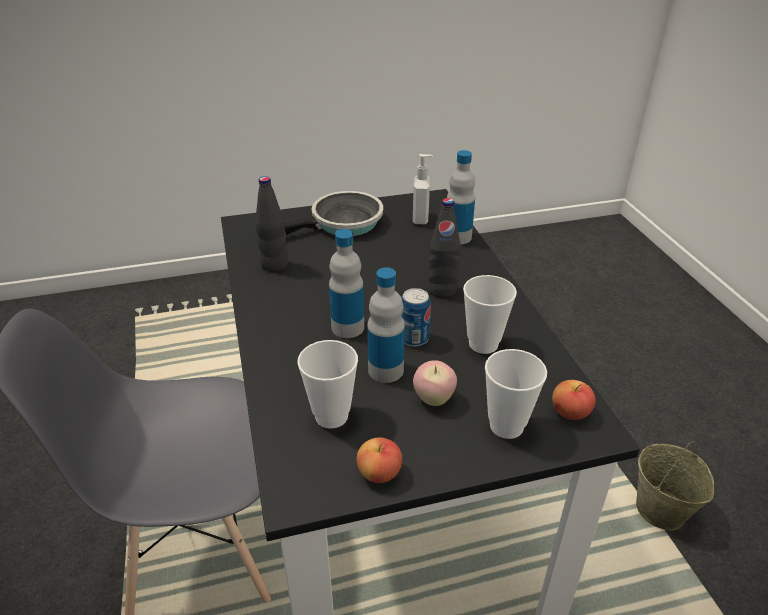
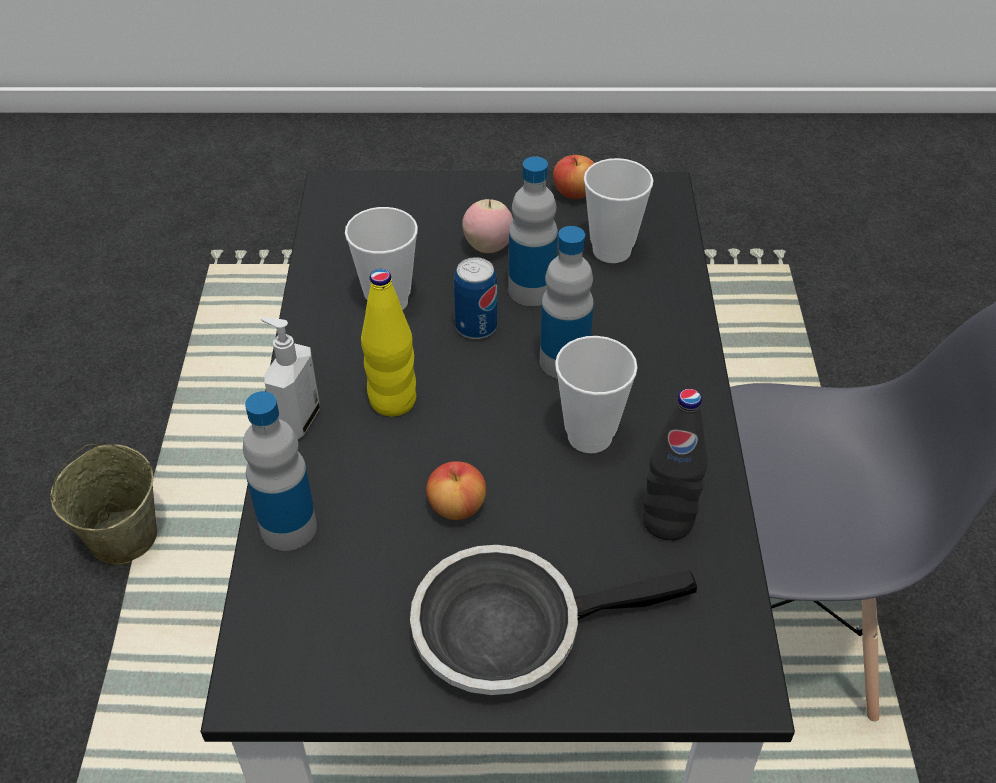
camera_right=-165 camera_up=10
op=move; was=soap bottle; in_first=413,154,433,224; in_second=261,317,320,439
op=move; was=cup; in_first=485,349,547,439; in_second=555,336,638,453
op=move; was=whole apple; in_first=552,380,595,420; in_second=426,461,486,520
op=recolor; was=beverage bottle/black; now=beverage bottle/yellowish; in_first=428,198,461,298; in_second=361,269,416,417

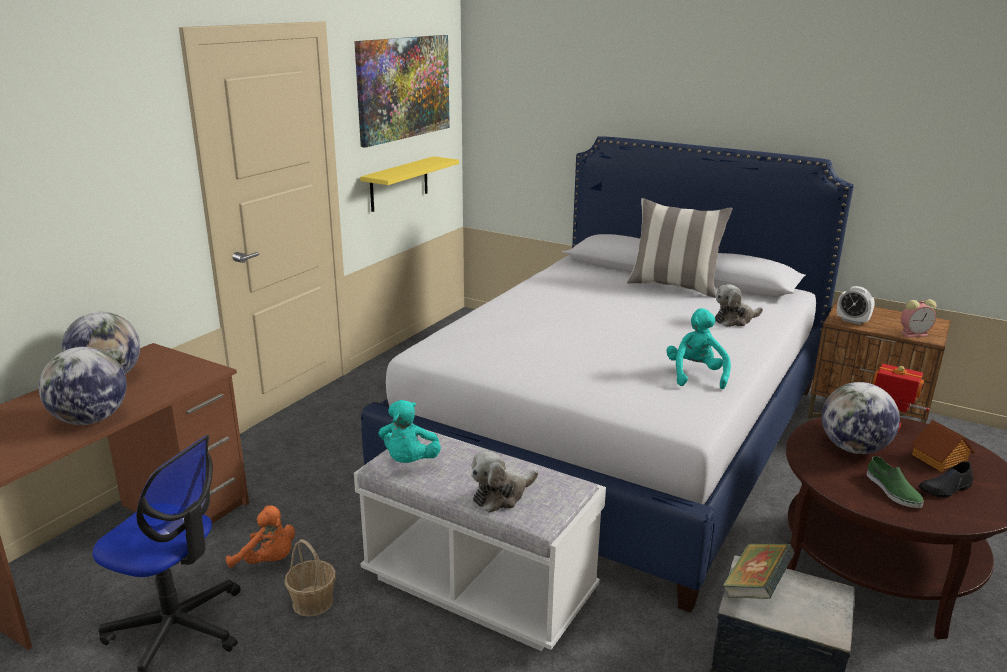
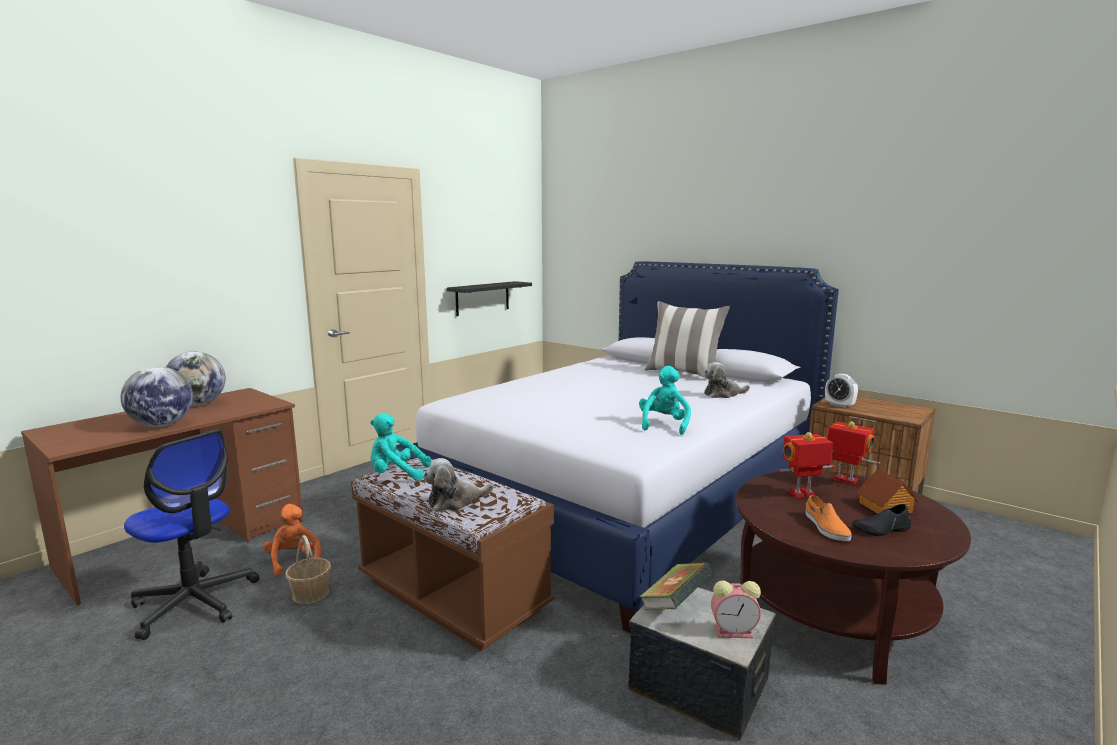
camera_right=10 camera_up=-10
op=delete; was=wall art; in_first=354,35,450,148
op=move; was=bedside clock; in_first=900,299,937,337; in_second=711,580,761,638
op=replace; was=globe; now=robot figure; in_first=822,382,900,454; in_second=776,432,835,498
op=recolor; was=bench/white; now=bench/brown; in_first=354,430,606,651; in_second=351,458,554,651
op=recolor; was=bracket shelf/yellowish; now=bracket shelf/black; in_first=360,156,459,212; in_second=447,281,532,316
op=recolor; was=shoe/green-coloured; now=shoe/orange-coloured; in_first=867,456,924,508; in_second=805,495,852,541
op=rotate; was=soft toy/orange-coloured; in_first=226,506,295,568; in_second=263,504,321,576; clockwise=-150
op=rotate; was=soft toy/turquoise-coloured; in_first=378,400,441,463; in_second=370,413,431,481; clockwise=75

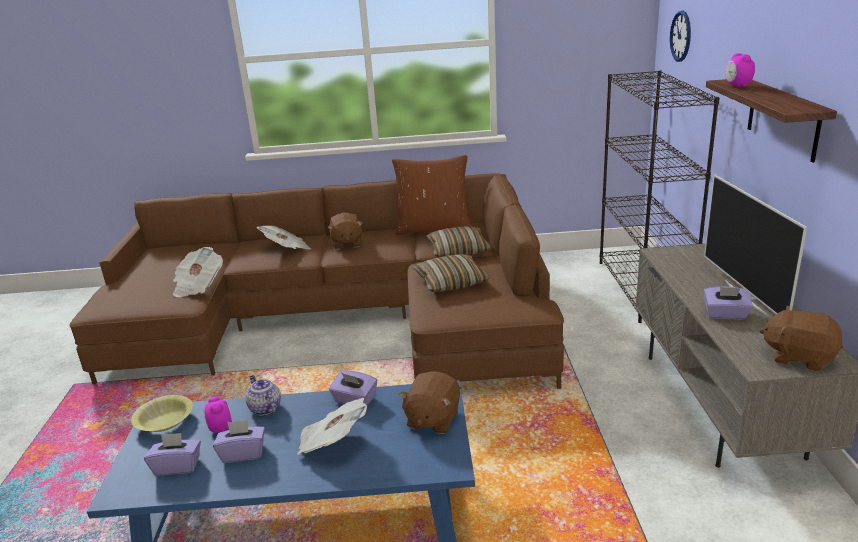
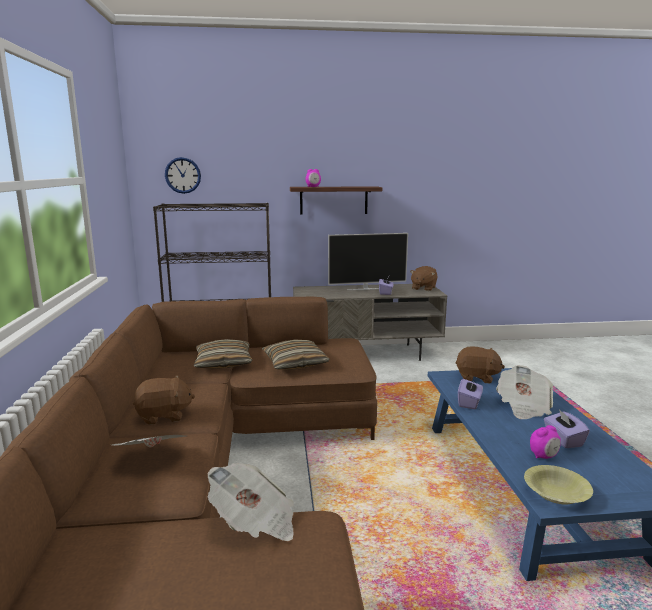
camera_right=-95 camera_up=-10
op=delete; was=tissue box/purple-coloured; in_first=144,433,201,476
op=delete; was=pot for tea; in_first=245,375,281,415
op=delete; was=throw pillow/brown; in_first=392,155,472,235

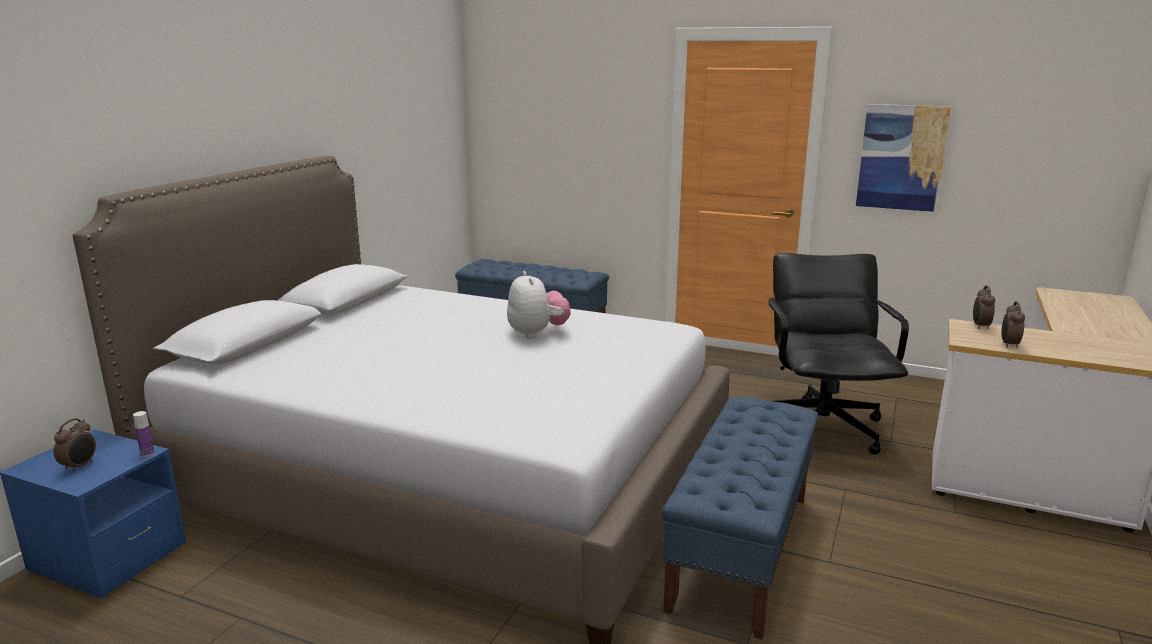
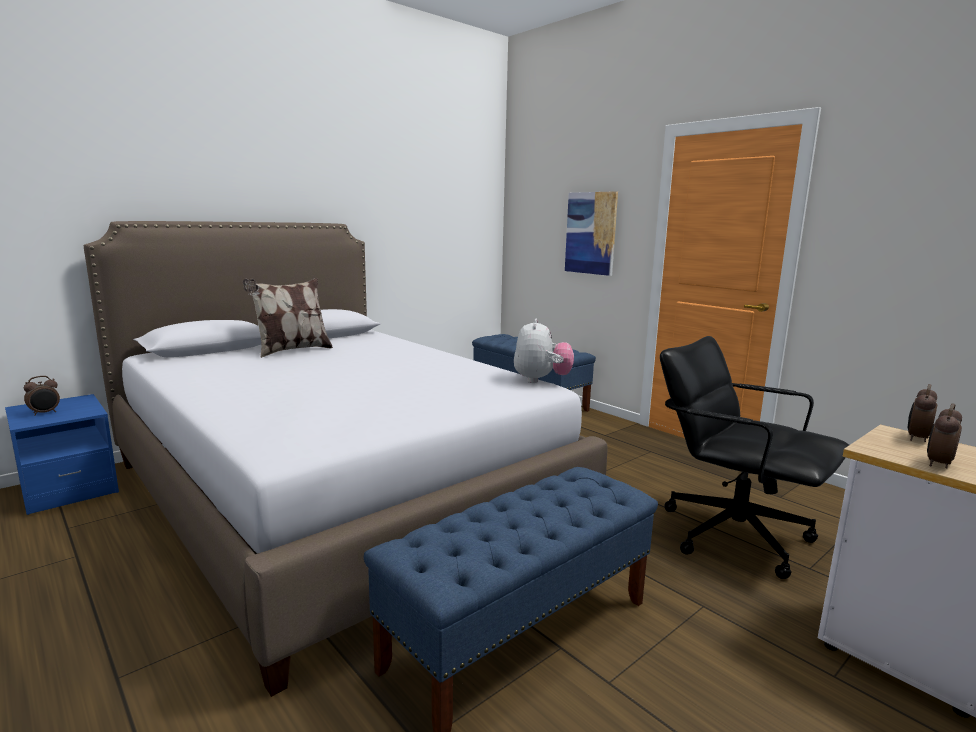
camera_right=25 camera_up=-5
op=delete; was=beverage bottle; in_first=133,411,154,457
op=insert; now=throw pillow; in_second=242,278,333,358
op=move; was=soft toy; in_first=507,271,571,339; in_second=514,319,574,383
op=move; was=wall art; in_first=856,104,951,212; in_second=565,191,618,276
op=rotate; was=office chair/black; in_first=768,253,909,455; in_second=660,336,849,579; clockwise=-75

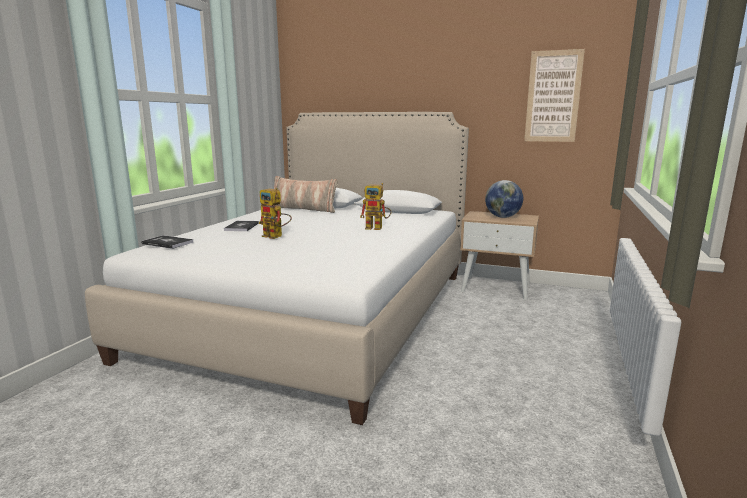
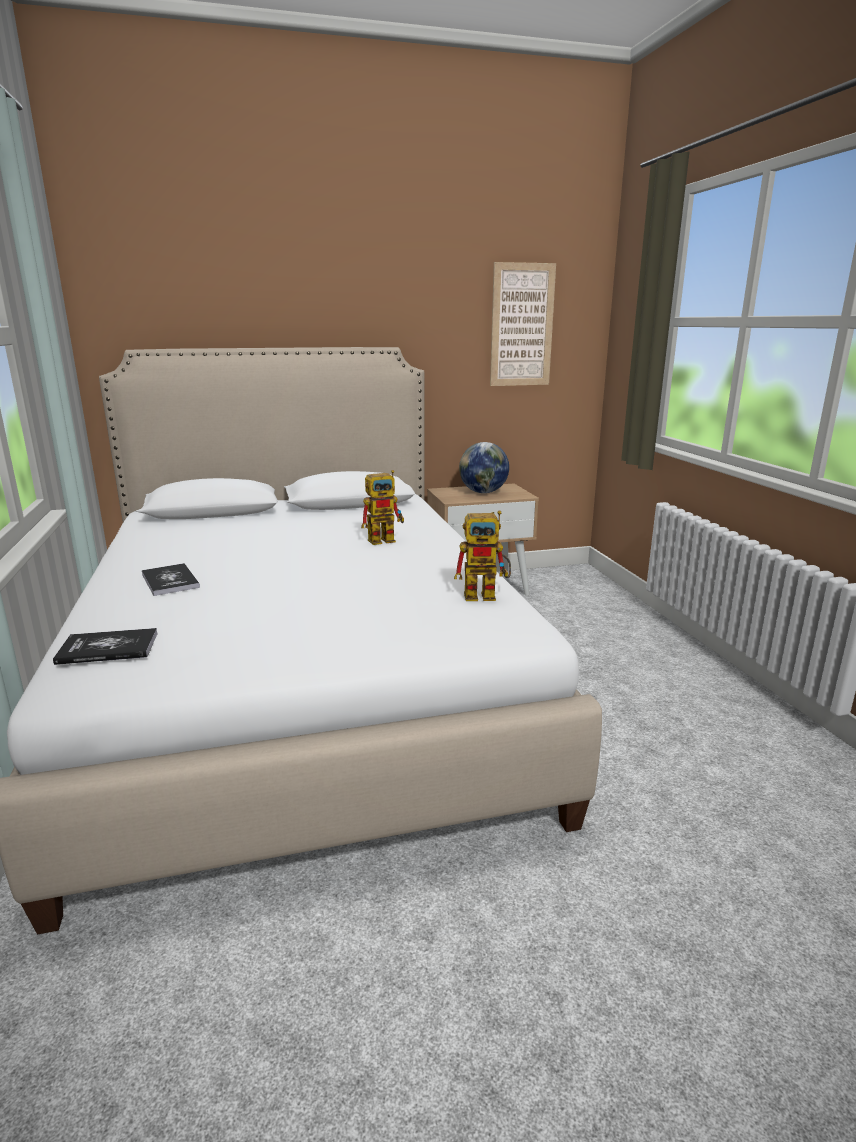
camera_right=-35 camera_up=5
op=delete; was=throw pillow; in_first=274,176,338,213
op=move; was=robot figure; in_first=259,188,292,239; in_second=454,511,511,601

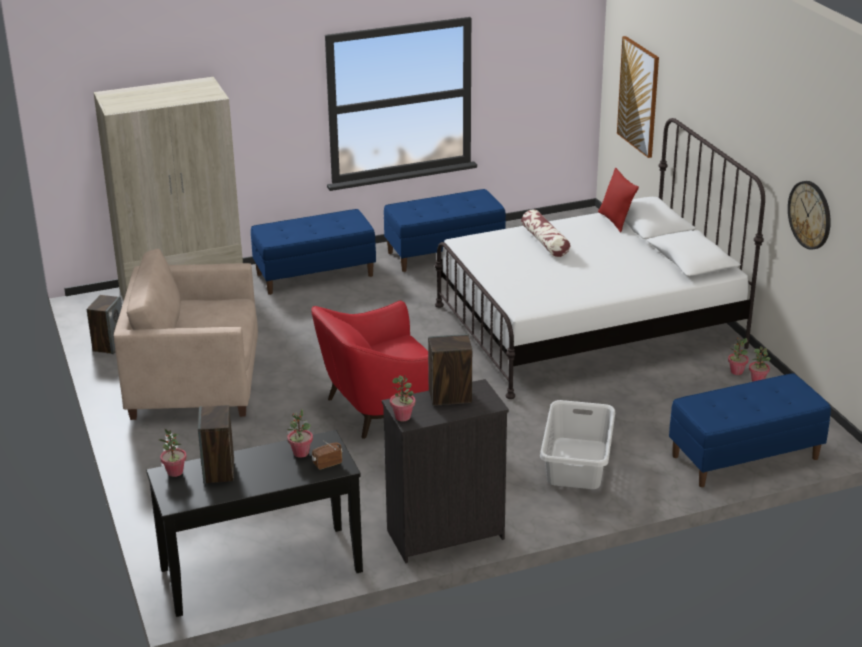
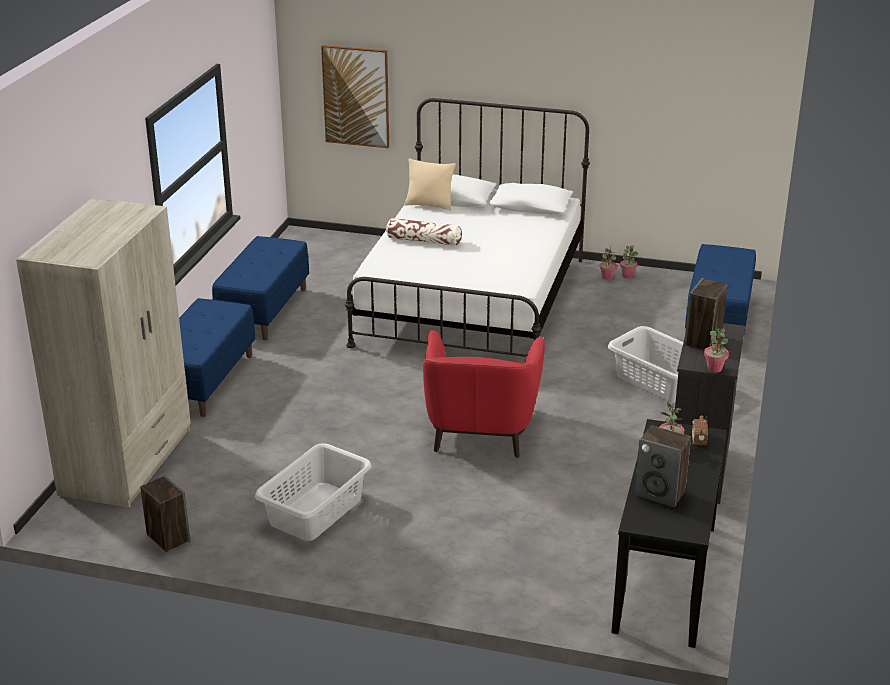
camera_right=-55 camera_up=0
op=delete; was=plant in a pot; in_first=159,429,187,477
op=delete; was=clock on the wall; in_first=788,181,831,250
op=replace; was=lounge chair/sand-coloured; now=laundry basket/gray; in_first=114,249,258,420; in_second=255,443,372,541
op=recolor; was=throw pillow/red; now=throw pillow/sand-coloured; in_first=598,167,639,232; in_second=405,159,456,211

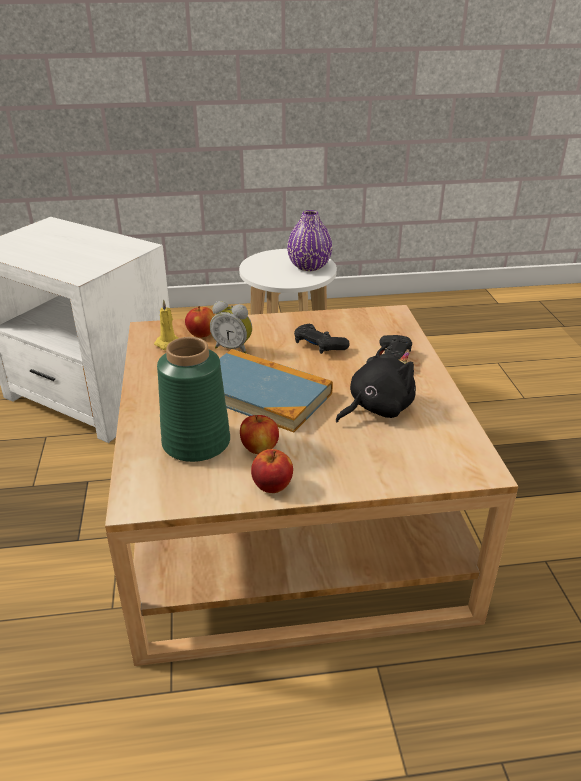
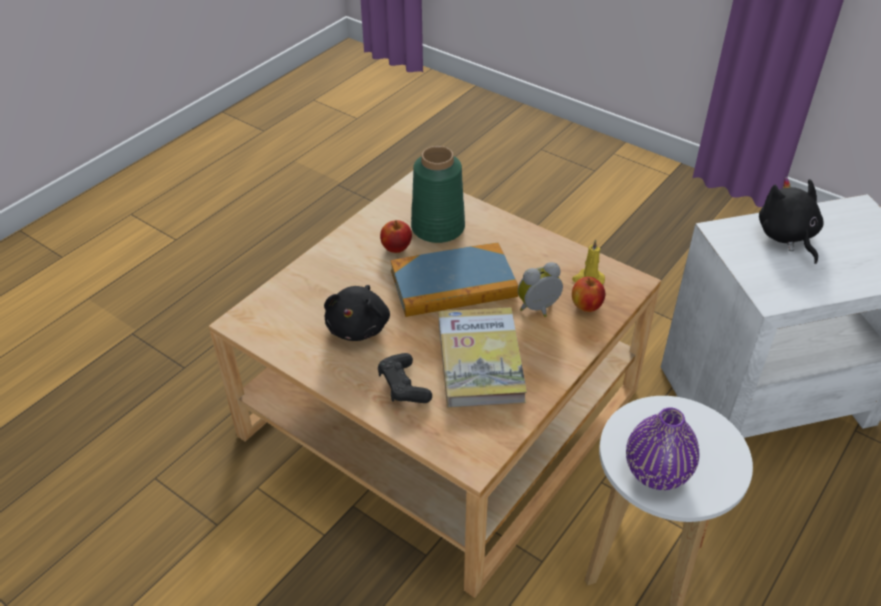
camera_right=135 camera_up=10
op=delete; was=whole apple; in_first=251,449,293,493
op=insert; now=soft toy/black; in_second=759,177,824,264
op=replace; was=gamepad/black; now=volume; in_first=294,324,350,354; in_second=439,307,527,408

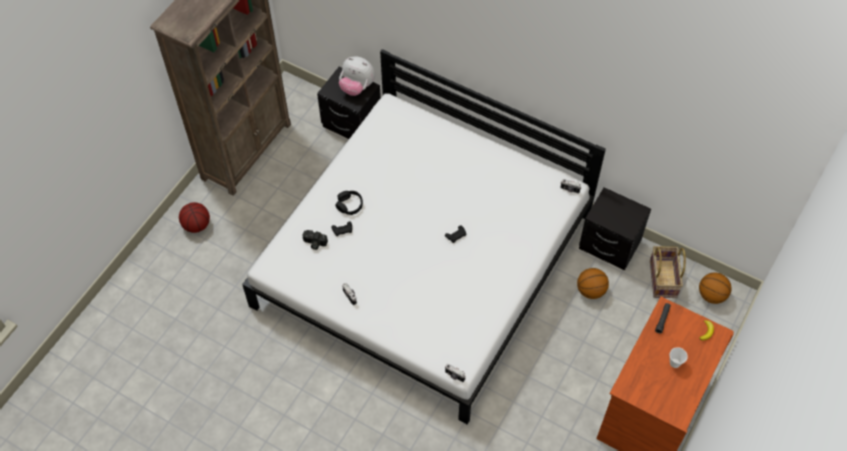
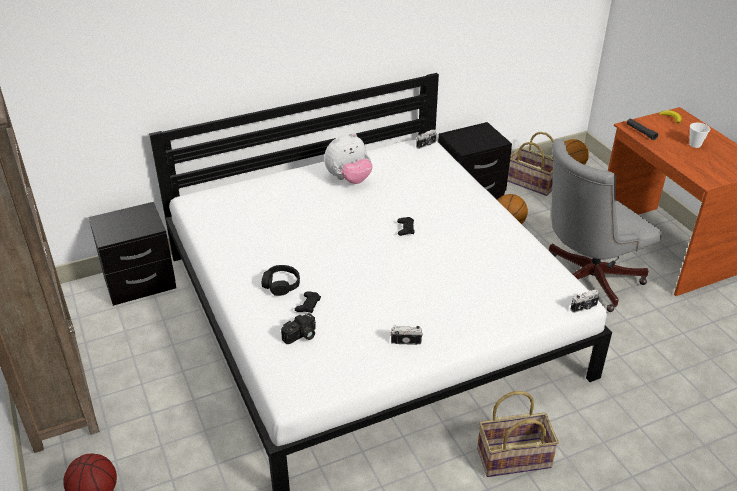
camera_right=-55 camera_up=-20
op=insert; now=basket; in_second=477,391,559,477
op=insert; now=office chair/gray; in_second=549,139,662,312
op=move; was=soft toy; in_first=339,56,375,96; in_second=324,133,372,184

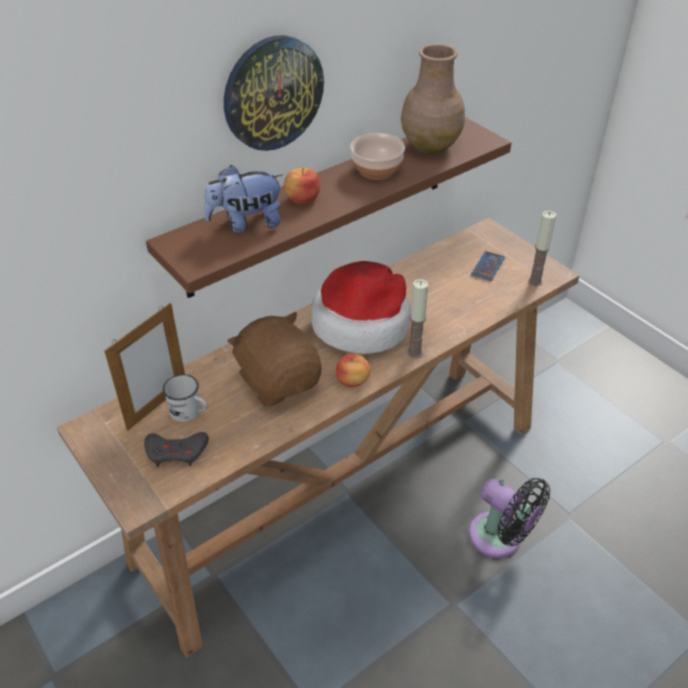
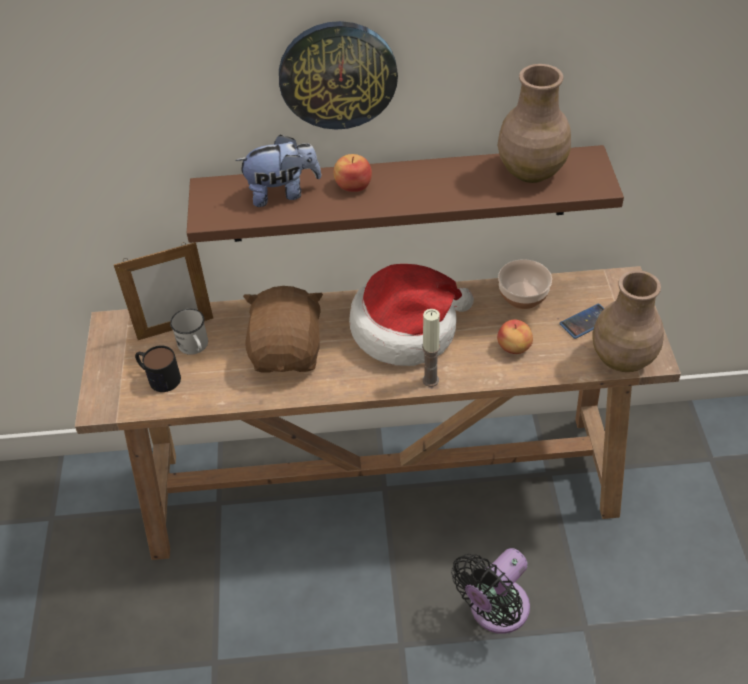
camera_right=35 camera_up=5
op=move; was=whole apple; in_first=336,354,370,387; in_second=497,320,533,354
op=move; was=deep dish; in_first=350,133,405,180; in_second=498,259,552,309
op=replace; was=gamepad/gray; now=coffee mug; in_first=144,432,209,467; in_second=135,345,181,392
op=replace; was=wax candle; now=vase/brown; in_first=528,211,556,286; in_second=592,270,664,372
op=rotate; was=soft toy; in_first=204,165,283,233; in_second=235,134,322,207; clockwise=150
op=rotate; was=electric fan/black; in_first=468,478,550,558; in_second=451,548,530,634; clockwise=60

